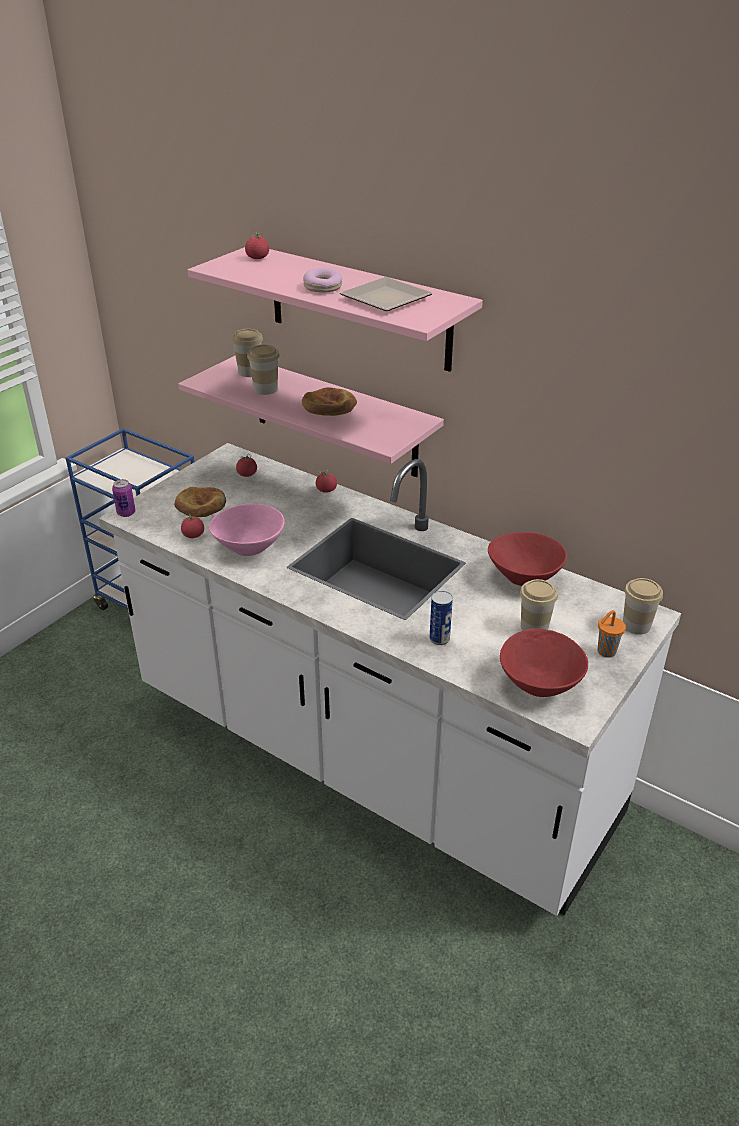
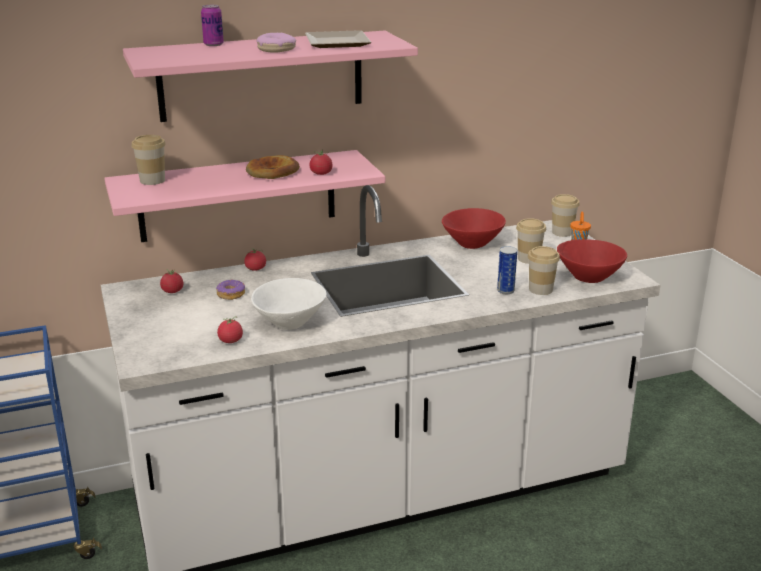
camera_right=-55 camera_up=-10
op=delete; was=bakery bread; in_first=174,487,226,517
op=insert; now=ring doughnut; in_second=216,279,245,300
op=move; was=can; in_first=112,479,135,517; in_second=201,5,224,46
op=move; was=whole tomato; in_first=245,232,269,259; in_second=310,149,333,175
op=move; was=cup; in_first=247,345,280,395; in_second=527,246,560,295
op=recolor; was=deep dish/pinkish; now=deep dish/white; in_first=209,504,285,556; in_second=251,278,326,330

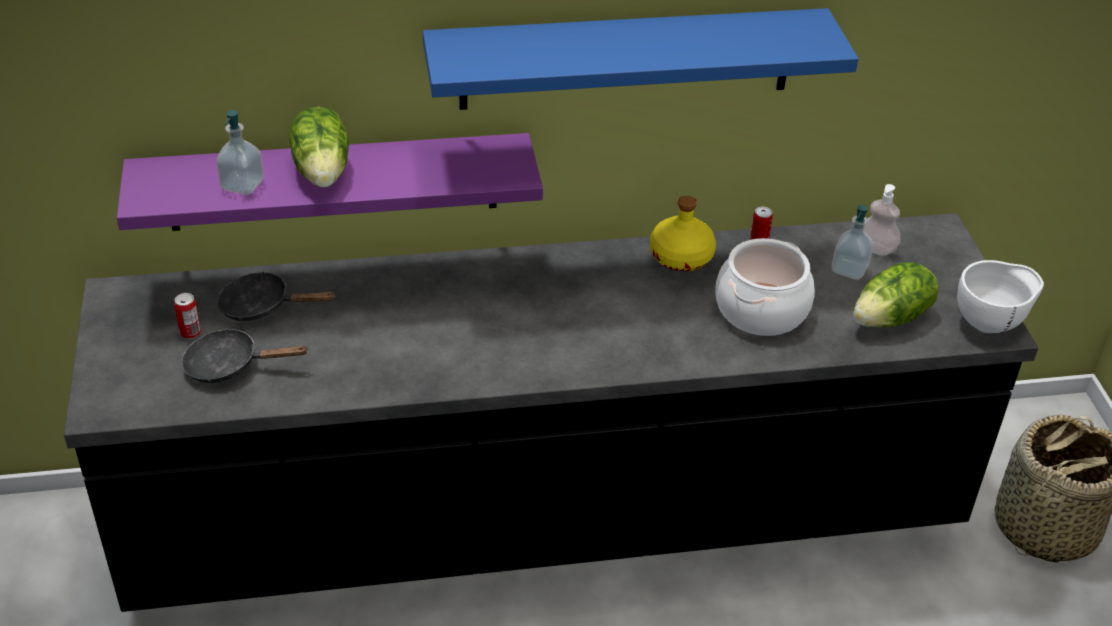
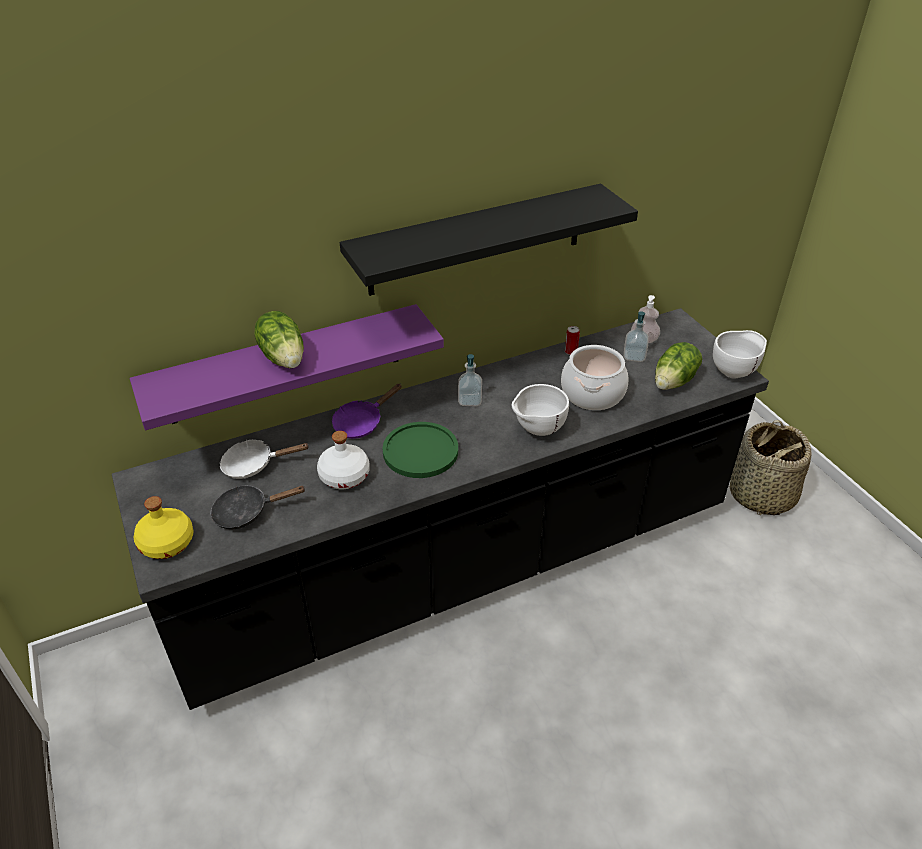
camera_right=-15 camera_up=0
op=delete; was=can; in_first=174,293,201,339
op=insert; now=beverage bottle/white; in_second=317,431,370,489
op=insert; now=skillet/purple-coloured; in_second=332,384,402,439
op=insert; now=flat dish/green-coloured; in_second=382,422,458,478
op=insert; now=deep dish/white; in_second=512,384,569,436
op=move; was=soap bottle; in_first=217,110,264,195; in_second=458,354,482,406
op=move; was=beverage bottle/yellowish; in_first=650,196,716,271; in_second=134,496,193,559
op=recolor; was=skillet/black; now=skillet/white; in_first=217,271,336,321; in_second=220,440,310,479
op=recolor; was=bracket shelf/bluish; now=bracket shelf/black; in_first=423,8,858,110; in_second=339,183,638,296

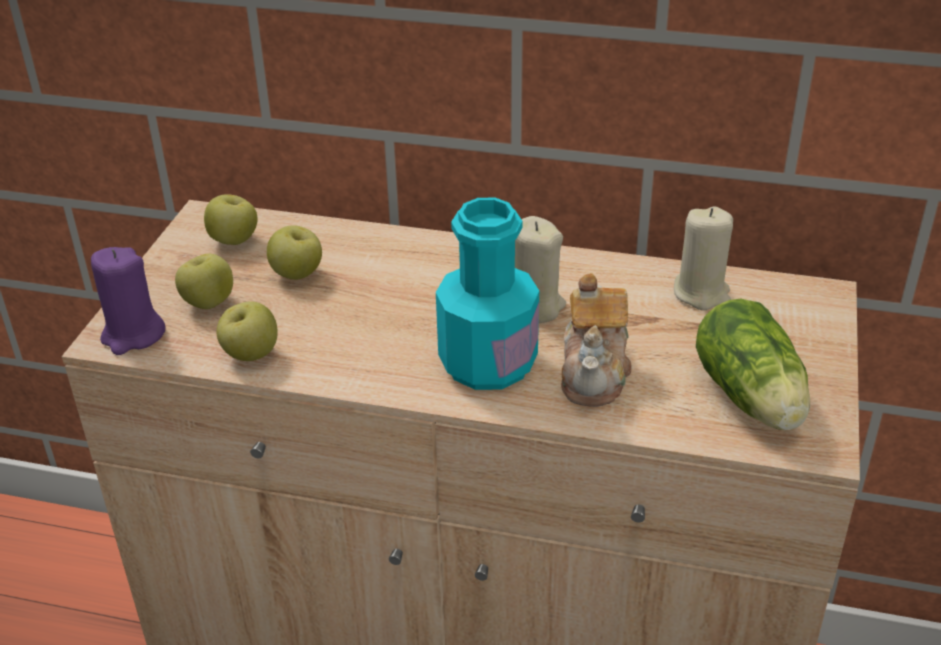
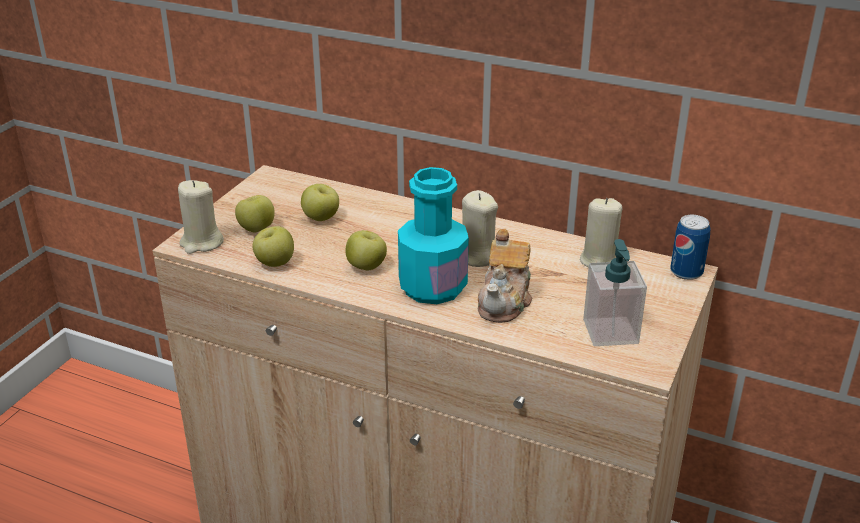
camera_right=10 camera_up=-5
op=insert; now=can; in_second=670,215,710,280
op=move; was=whole apple; in_first=204,194,258,245; in_second=345,230,387,270
op=replace; was=lettuce head; now=soap bottle; in_first=696,299,810,430; in_second=583,239,647,346
op=recolor; was=wax candle/purple-coloured; now=wax candle/sand-coloured; in_first=91,247,165,355; in_second=178,180,224,254

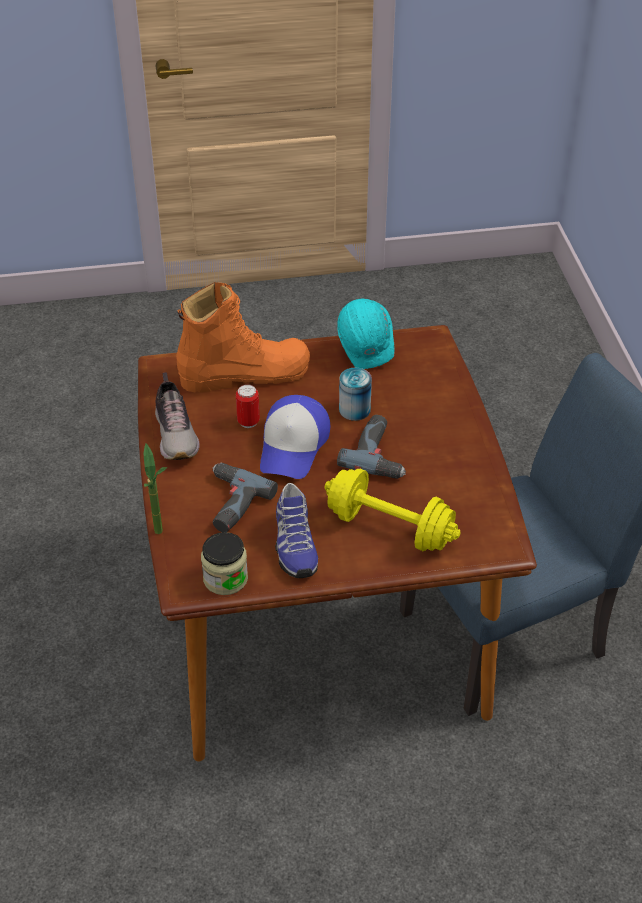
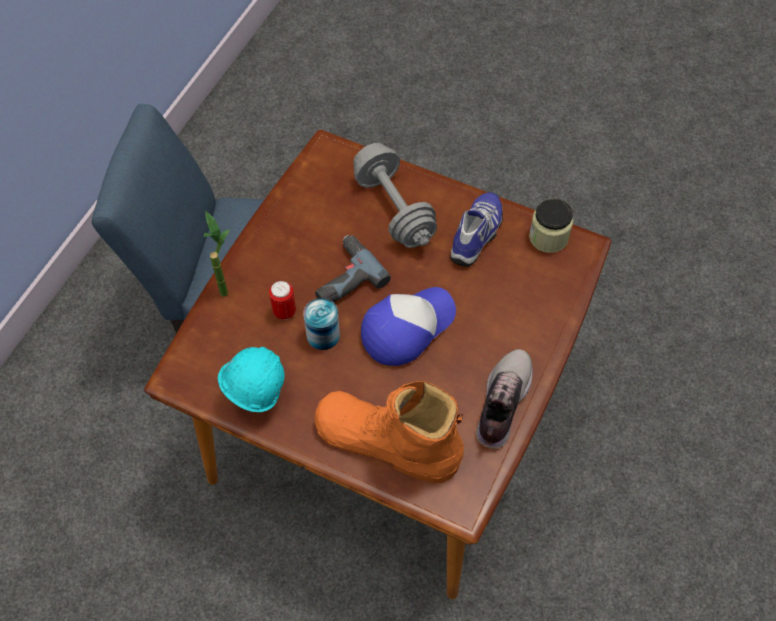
camera_right=-145 camera_up=15
op=delete; was=electric drill; in_first=212,463,278,532
op=move; was=plant in a pot; in_first=144,443,168,534; in_second=204,211,230,297
op=move; was=can; in_first=236,384,260,428; in_second=269,281,296,320
op=recolor; was=free weight/yellowish; now=free weight/gray; in_first=324,469,461,551; in_second=353,143,437,248

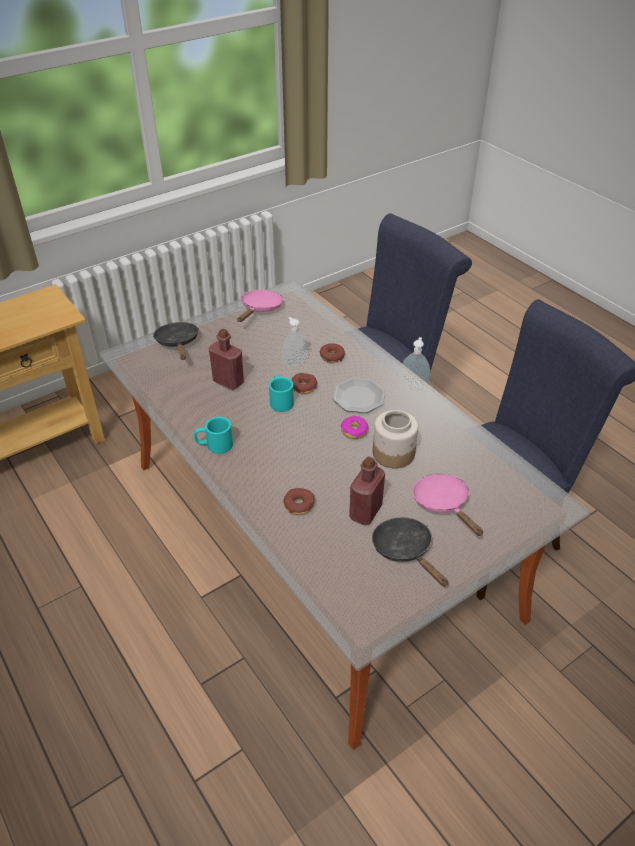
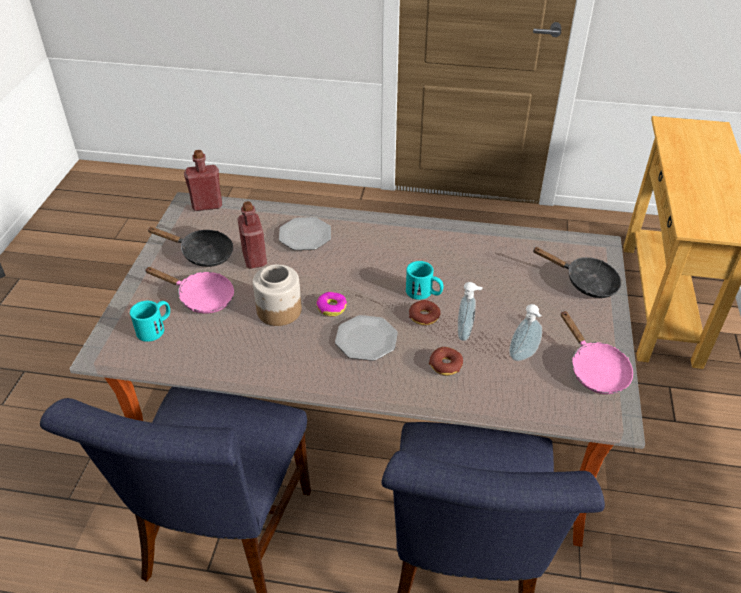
camera_right=135 camera_up=0
op=move; was=coffee mug/turquoise-coloured; in_first=194,416,233,454; in_second=130,301,170,342
op=move; was=beverage bottle/red; in_first=209,329,244,390; in_second=184,150,222,211
op=move; was=soap bottle; in_first=400,337,430,389; in_second=509,304,542,361
op=replace; was=ring doughnut; now=flat dish; in_first=283,488,315,514; in_second=279,217,331,250

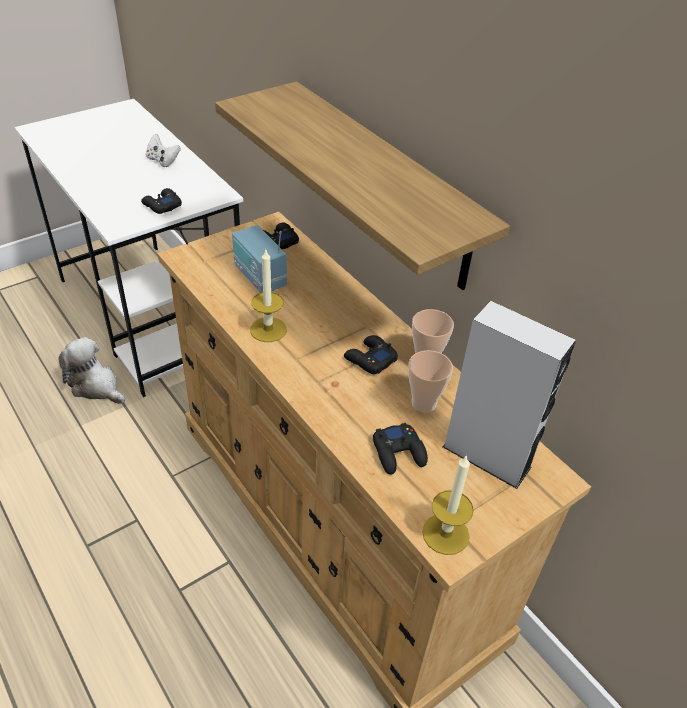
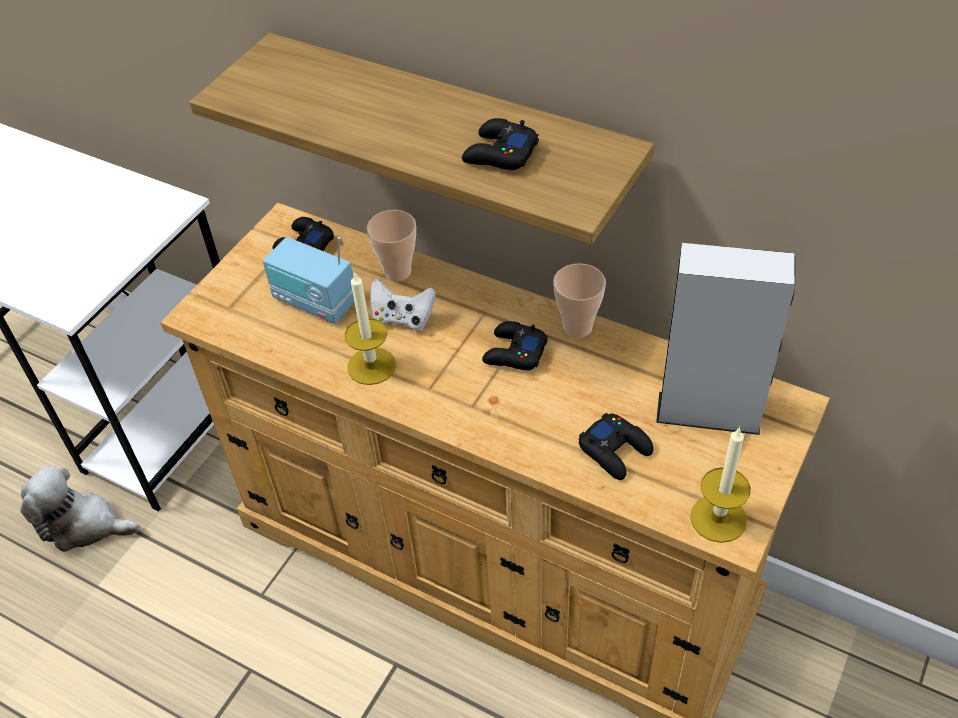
camera_right=-20 camera_up=5
op=move; was=gamepad/black; in_first=141,188,182,214; in_second=462,118,539,170
op=move; was=gamepad/white; in_first=146,134,181,167; in_second=370,279,436,331
op=move; was=cup; in_first=408,350,453,413; in_second=367,210,416,281

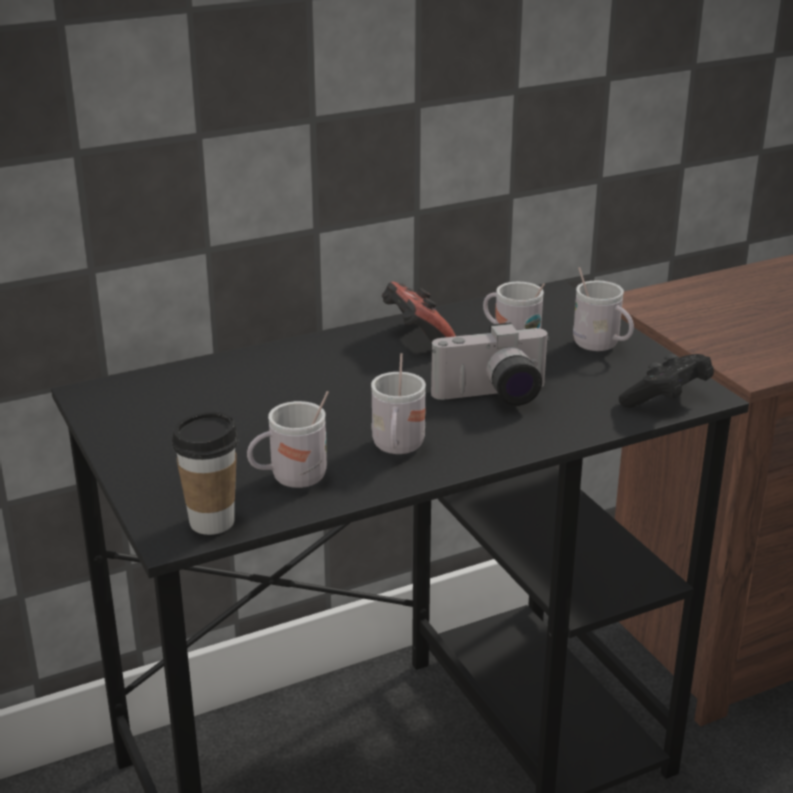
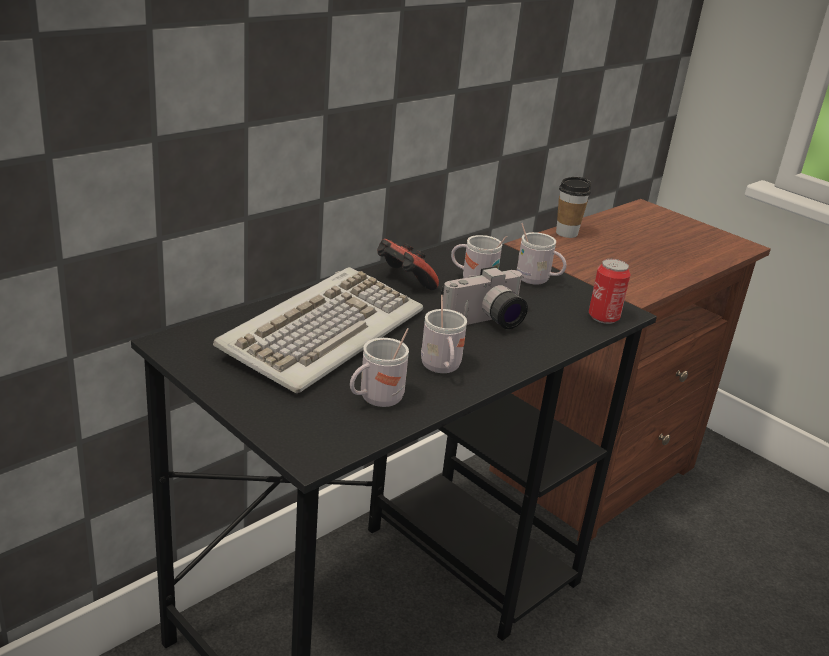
camera_right=-20 camera_up=0
op=insert; now=keyboard; in_second=213,267,423,393
op=move; was=cup; in_first=172,412,238,535; in_second=556,177,591,238
op=replace; was=gamepad/black; now=can; in_first=619,354,714,408; in_second=589,259,631,324

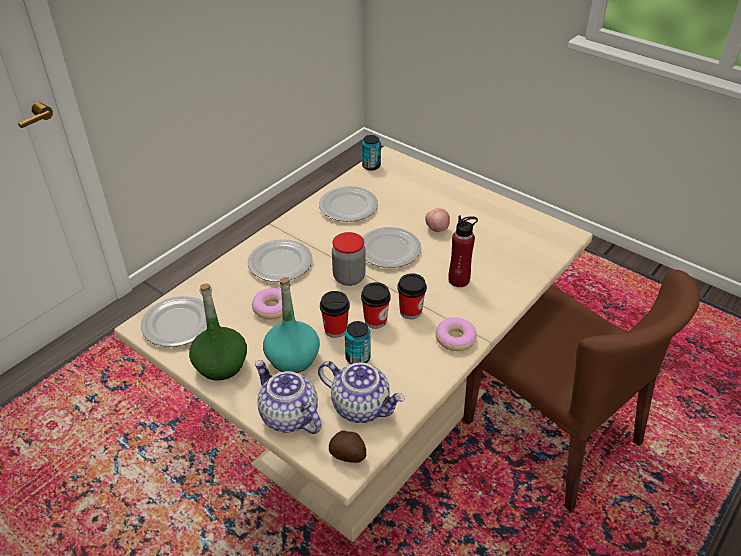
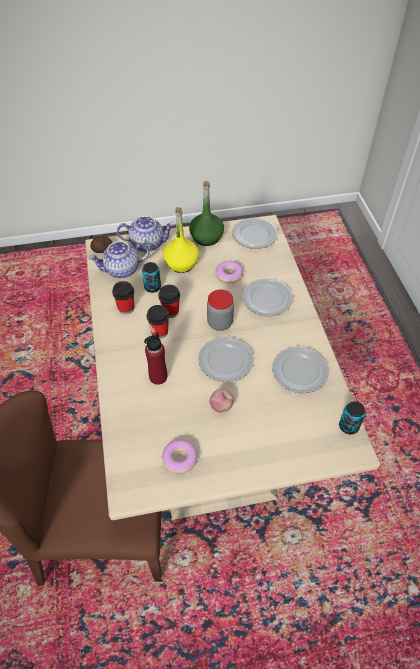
camera_right=130 camera_up=10
op=move; was=cup; in_first=320,291,350,338; in_second=112,281,134,314
op=move; was=ring doughnut; in_first=436,317,477,351; in_second=161,440,198,474
op=recolor; was=beverage bottle/turquoise-coloured; now=beverage bottle/yellowish; in_first=263,277,320,373; in_second=163,207,199,273

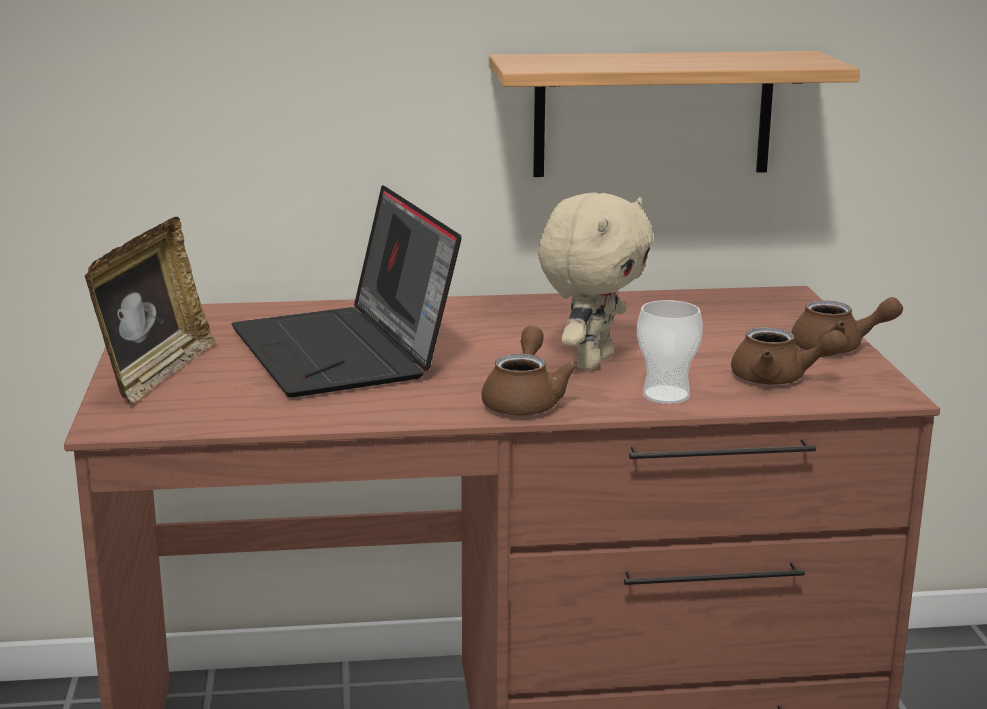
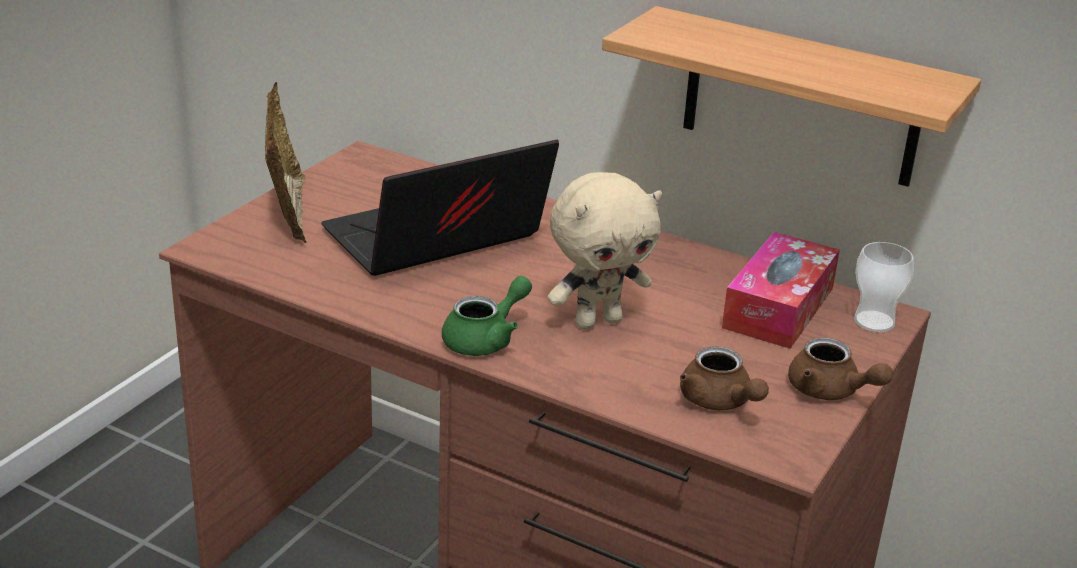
camera_right=35 camera_up=10
op=insert; now=tissue box; in_second=722,232,840,349
op=move; was=cup; in_first=637,300,703,404; in_second=854,242,914,332
op=recolor; was=pot for tea/brown; now=pot for tea/green-coloured; in_first=481,326,578,416; in_second=442,276,532,356
op=rotate; was=photo frame; in_first=84,217,216,403; in_second=265,82,306,243; clockwise=-60
op=rotate; was=portable computer; in_first=232,185,462,397; in_second=321,140,559,276; clockwise=45

